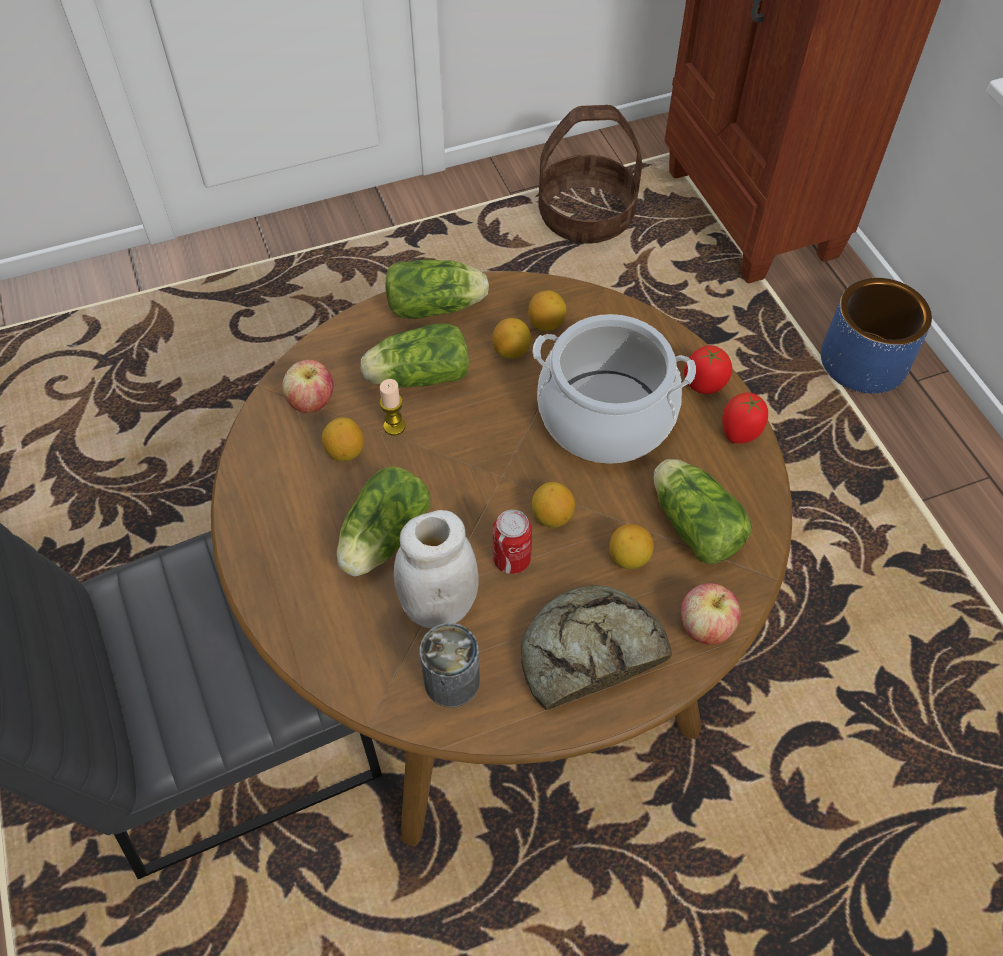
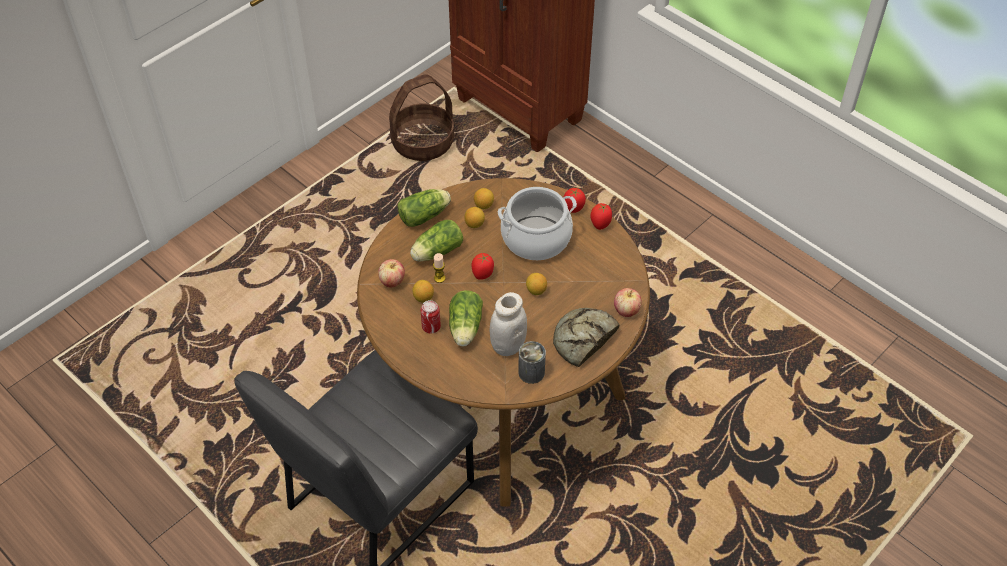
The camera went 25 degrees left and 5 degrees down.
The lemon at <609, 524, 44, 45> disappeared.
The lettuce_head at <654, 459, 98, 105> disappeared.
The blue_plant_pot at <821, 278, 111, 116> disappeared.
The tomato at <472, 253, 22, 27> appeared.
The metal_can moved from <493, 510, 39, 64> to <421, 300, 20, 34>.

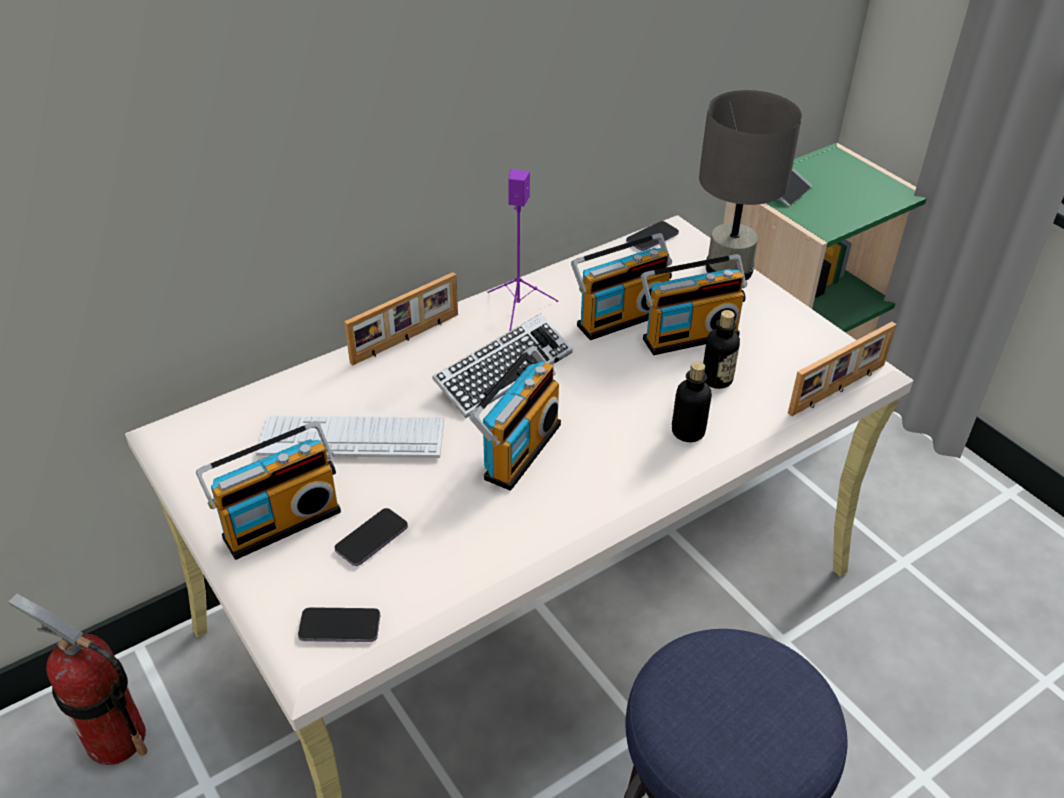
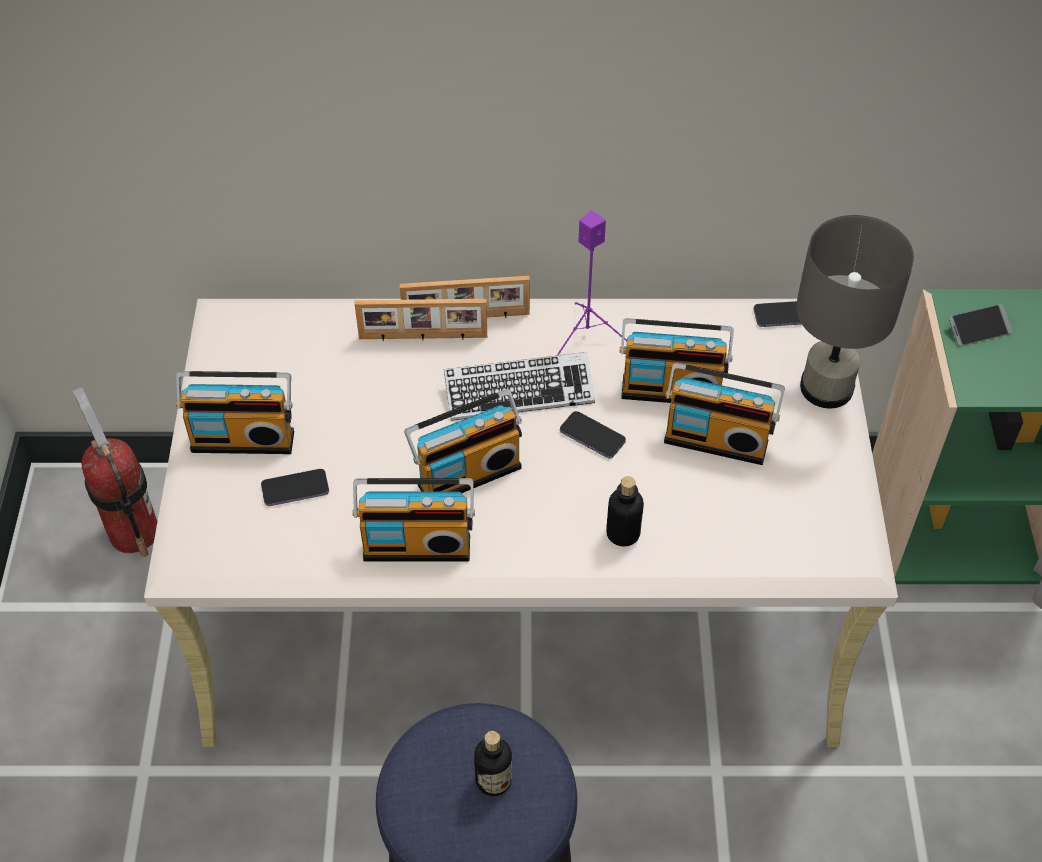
The camera went 35 degrees right and 10 degrees up.
The computer_keyboard at <256, 415, 188, 43> disappeared.
The radio_set at <352, 478, 123, 84> appeared.
The phone moved from <298, 607, 82, 35> to <560, 411, 66, 47>.
The bottle moved from <703, 310, 37, 79> to <474, 731, 38, 65>.
The photo_frame moved from <788, 322, 108, 94> to <355, 299, 132, 42>.

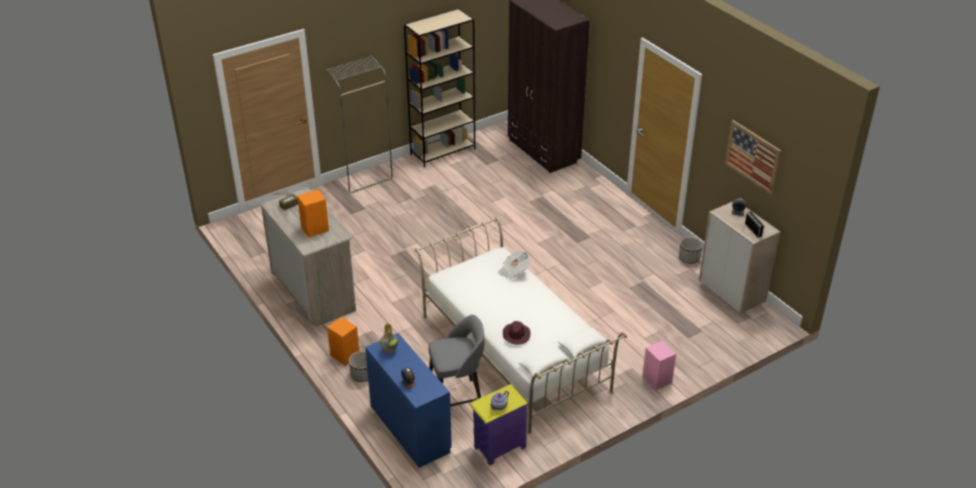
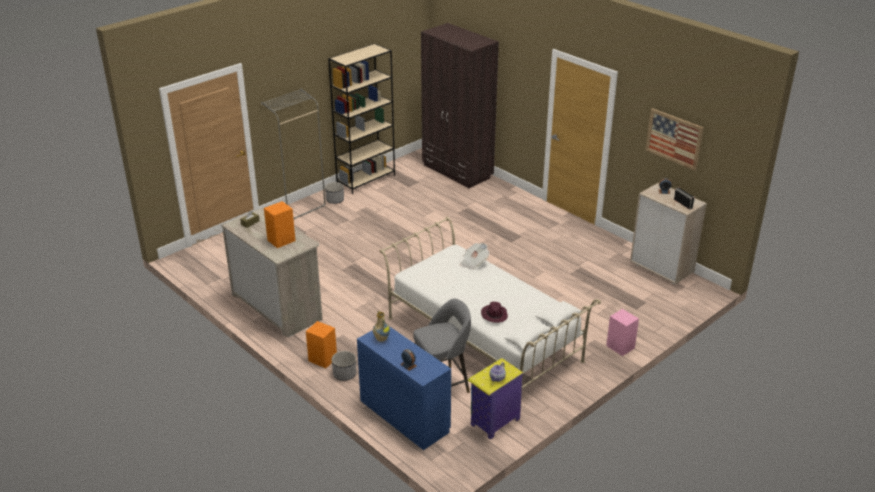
The camera went 10 degrees left and 5 degrees down.
The plant_pot moved from <679, 237, 24, 27> to <325, 182, 19, 22>.

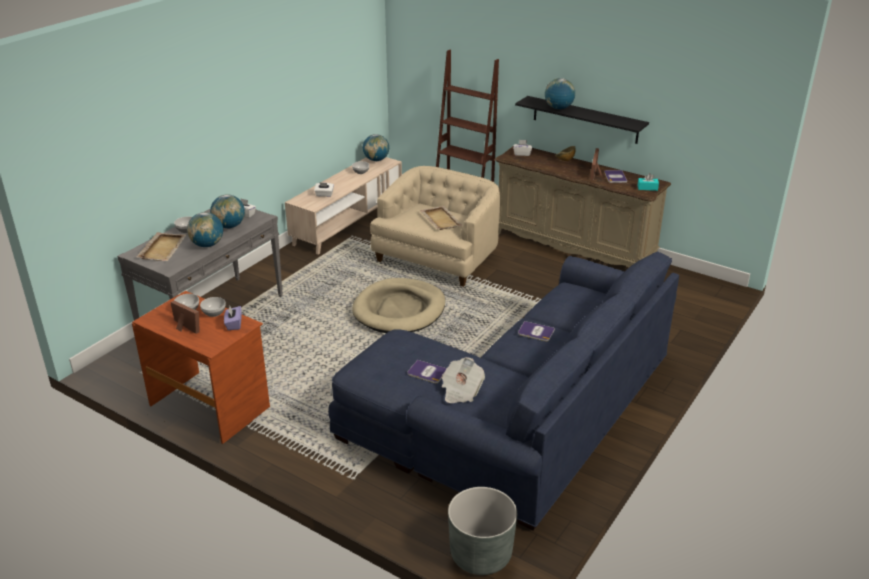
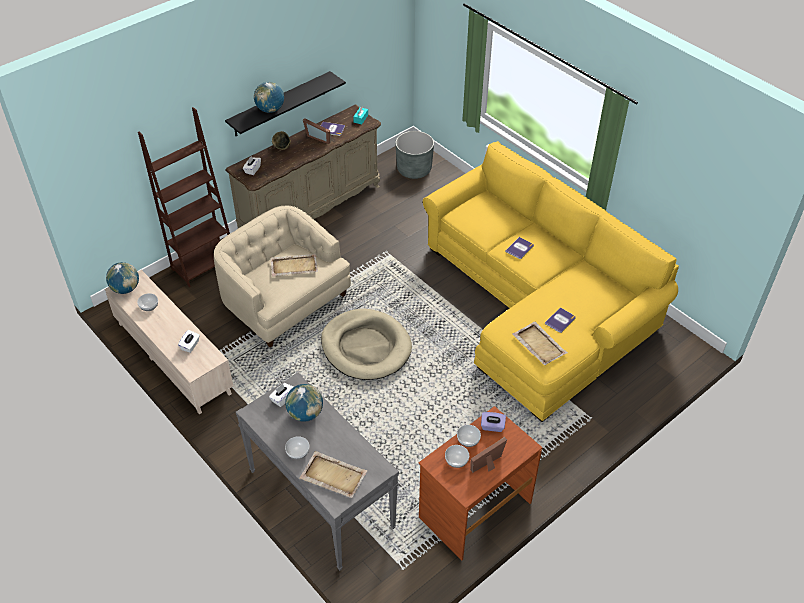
The camera went 75 degrees left and 15 degrees up.
The world_globe at <187, 212, 36, 35> disappeared.
The printed_paper at <442, 357, 43, 46> disappeared.
The beige-coloured_serving_tray at <512, 322, 56, 43> appeared.
The gray_plant_pot moved from <448, 487, 69, 88> to <395, 131, 39, 48>.
The blue_sofa at <328, 251, 351, 280> became the yellowish_sofa at <423, 141, 256, 281>.

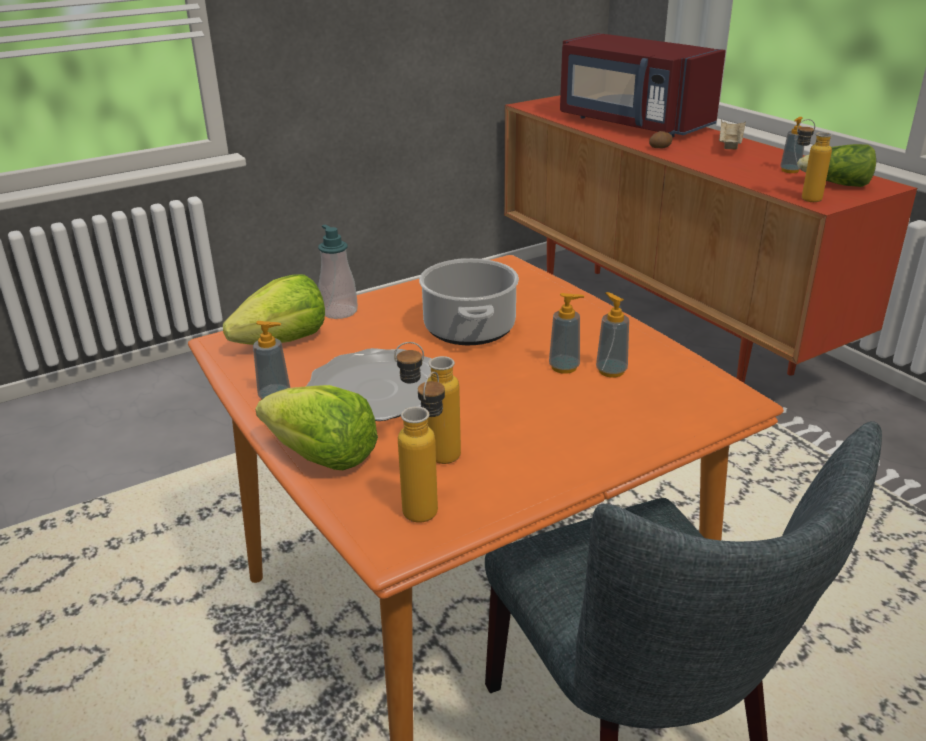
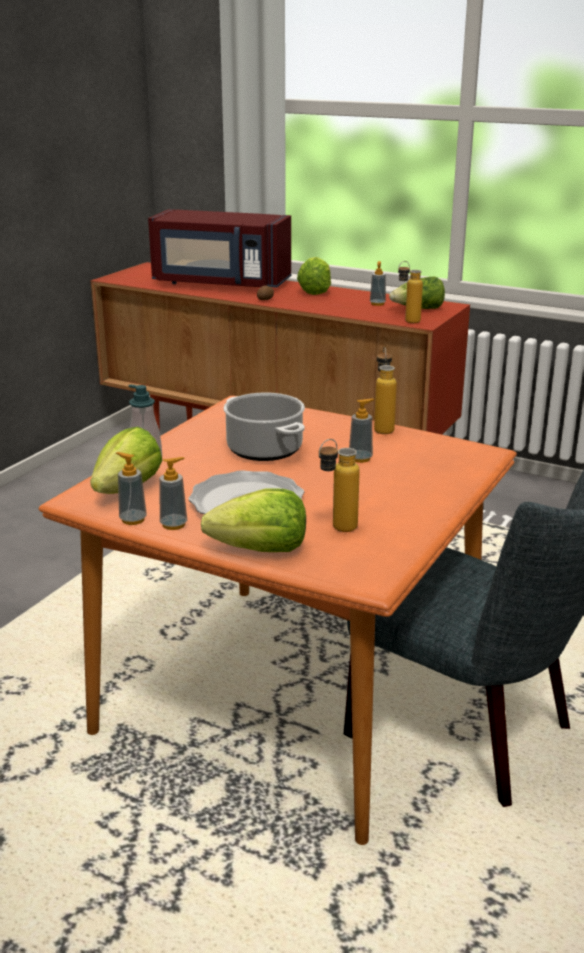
The camera went 30 degrees left and 5 degrees down.
The bottle moved from <398, 372, 47, 151> to <374, 346, 23, 88>.
The soap_bottle moved from <596, 292, 33, 86> to <116, 452, 31, 73>.
The beige-coloured_serving_tray at <719, 120, 27, 29> was replaced by the lettuce_head at <297, 257, 34, 38>.

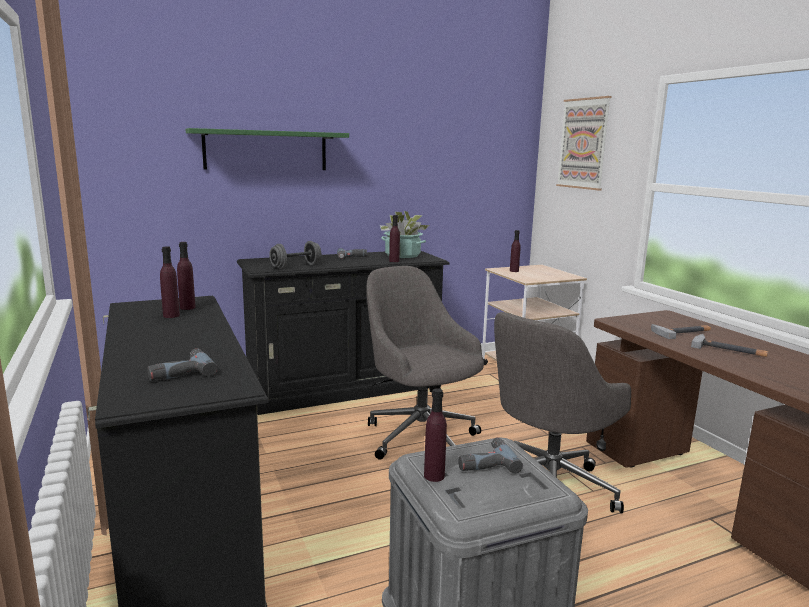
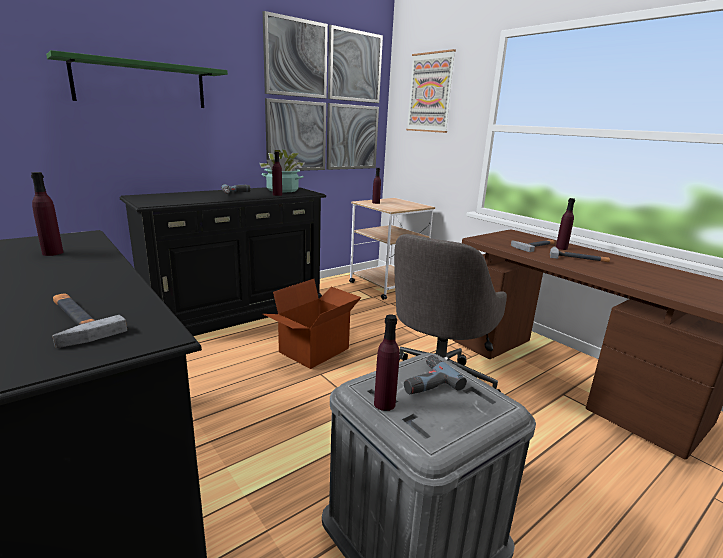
The camera went 15 degrees left and 5 degrees up.
The gray_dumbbell at <269, 241, 52, 28> disappeared.
The wall_picture at <263, 11, 120, 160> appeared.
The purple_bottle moved from <177, 242, 19, 68> to <556, 198, 19, 52>.
The power_drill at <147, 348, 71, 33> was replaced by the tool_hammer at <53, 293, 74, 55>.
The gray_computer_chair at <367, 266, 117, 194> was replaced by the packing_box at <263, 279, 99, 90>.

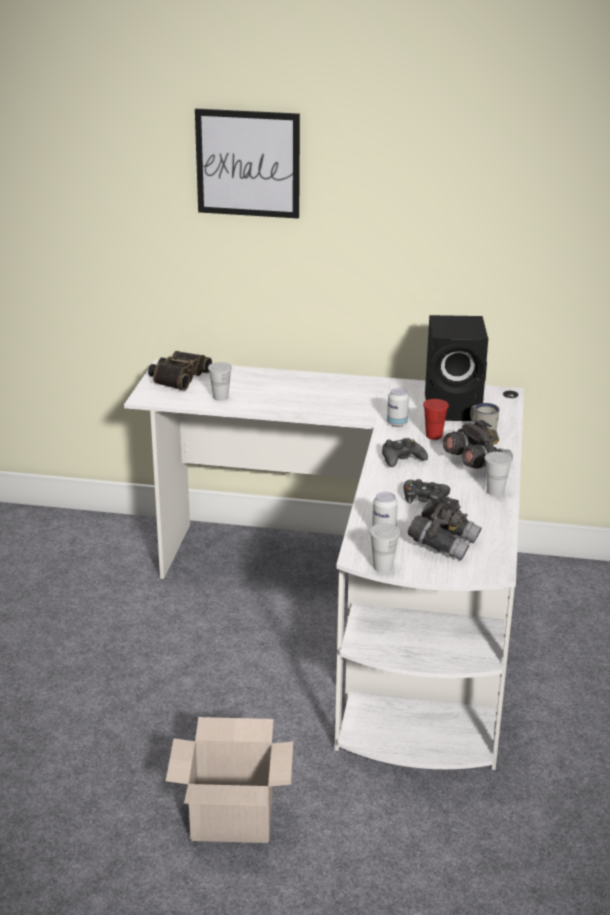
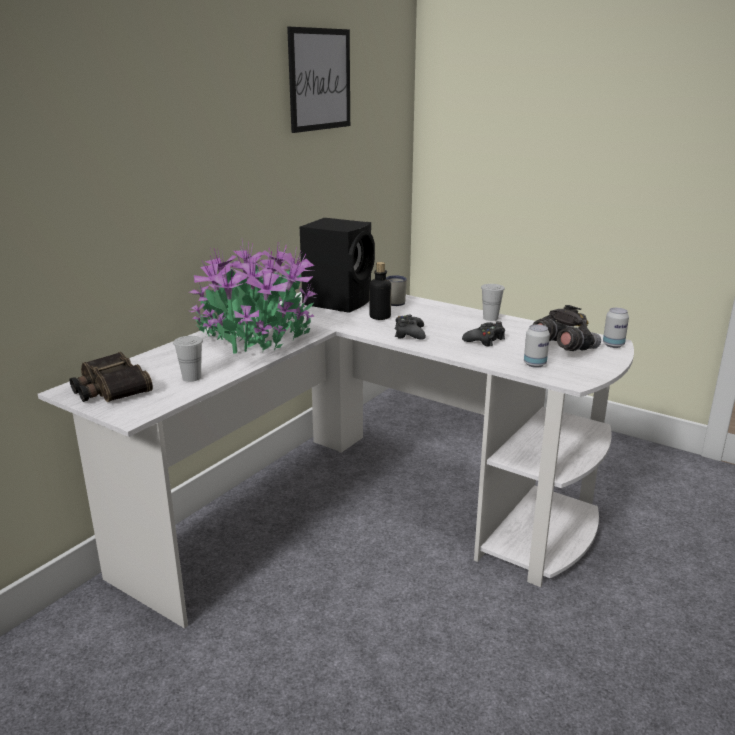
The camera went 65 degrees left and 5 degrees down.
The packing_box at <166, 717, 127, 126> disappeared.
The whitish_cup at <369, 523, 31, 50> disappeared.
The gray_pair_of_binoculars at <443, 420, 70, 49> disappeared.
The plant_in_a_pot at <189, 241, 127, 112> appeared.
The wall_picture moved from <195, 109, 105, 110> to <287, 27, 63, 106>.
The metal_can moved from <387, 388, 22, 39> to <603, 308, 26, 40>.
The red-coloured_cup at <423, 399, 26, 41> was replaced by the bottle at <369, 262, 22, 58>.

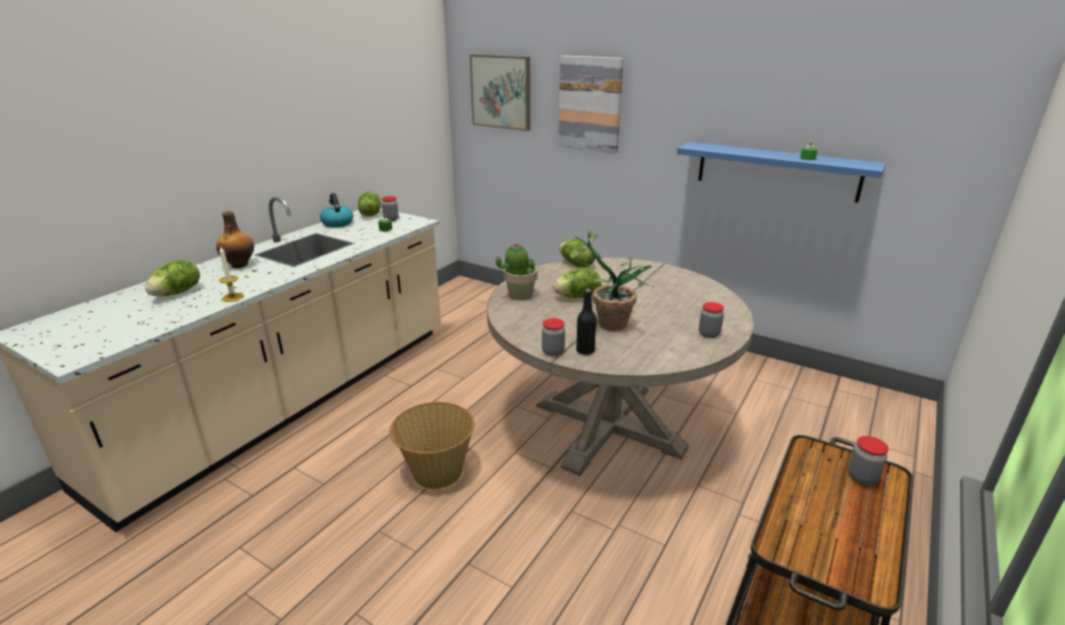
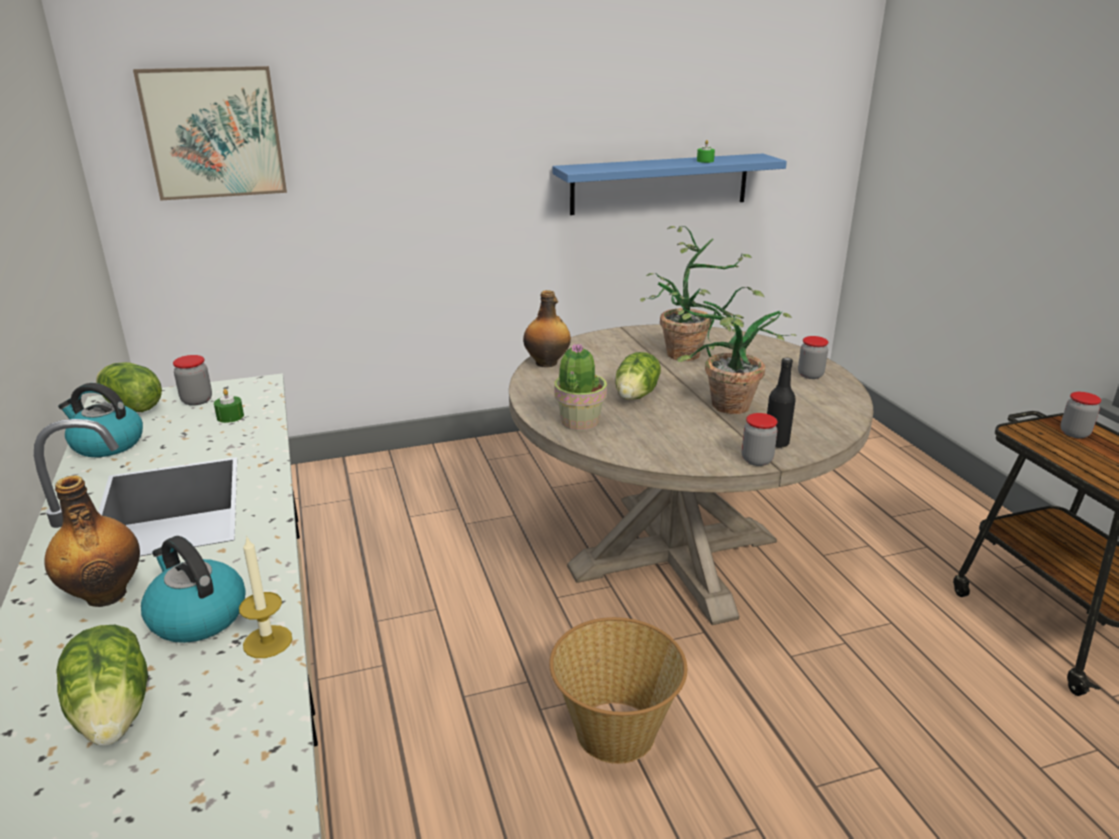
The camera went 50 degrees left and 0 degrees up.
The wall_picture at <559, 55, 65, 98> disappeared.
The tea_kettle at <141, 536, 105, 107> appeared.
The plant_in_a_pot at <640, 226, 113, 135> appeared.
The lettuce_head at <559, 239, 36, 28> was replaced by the bottle at <523, 290, 48, 77>.

